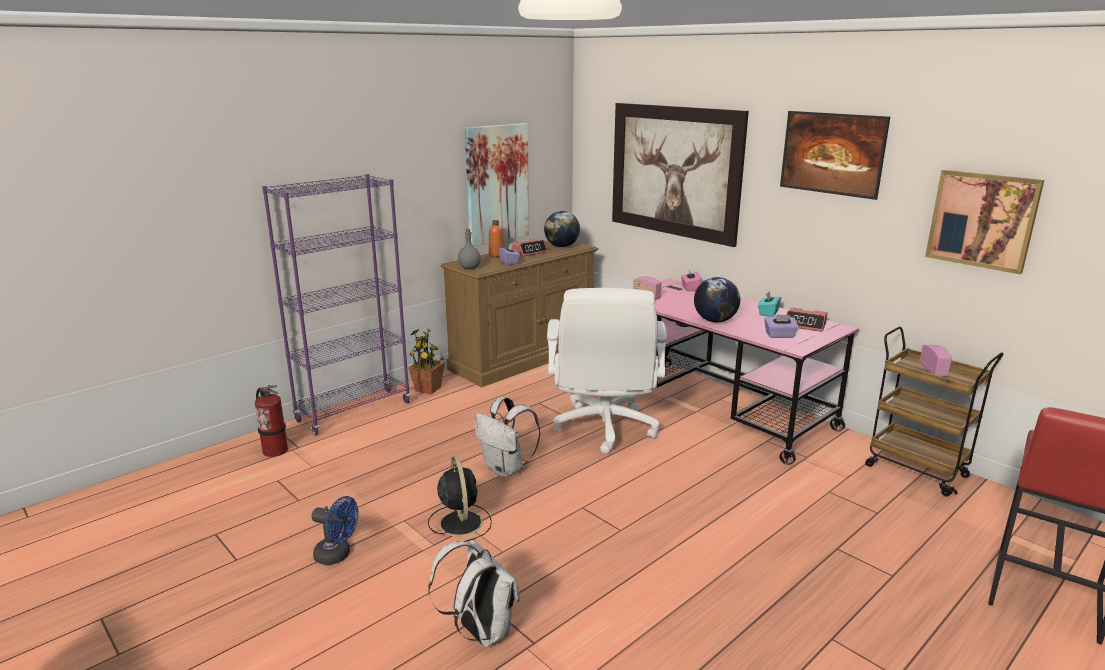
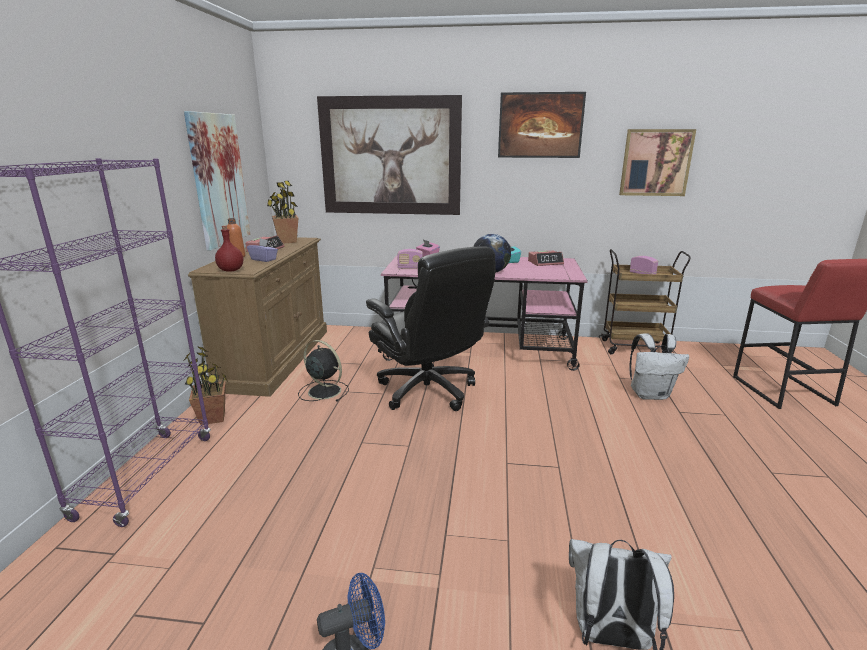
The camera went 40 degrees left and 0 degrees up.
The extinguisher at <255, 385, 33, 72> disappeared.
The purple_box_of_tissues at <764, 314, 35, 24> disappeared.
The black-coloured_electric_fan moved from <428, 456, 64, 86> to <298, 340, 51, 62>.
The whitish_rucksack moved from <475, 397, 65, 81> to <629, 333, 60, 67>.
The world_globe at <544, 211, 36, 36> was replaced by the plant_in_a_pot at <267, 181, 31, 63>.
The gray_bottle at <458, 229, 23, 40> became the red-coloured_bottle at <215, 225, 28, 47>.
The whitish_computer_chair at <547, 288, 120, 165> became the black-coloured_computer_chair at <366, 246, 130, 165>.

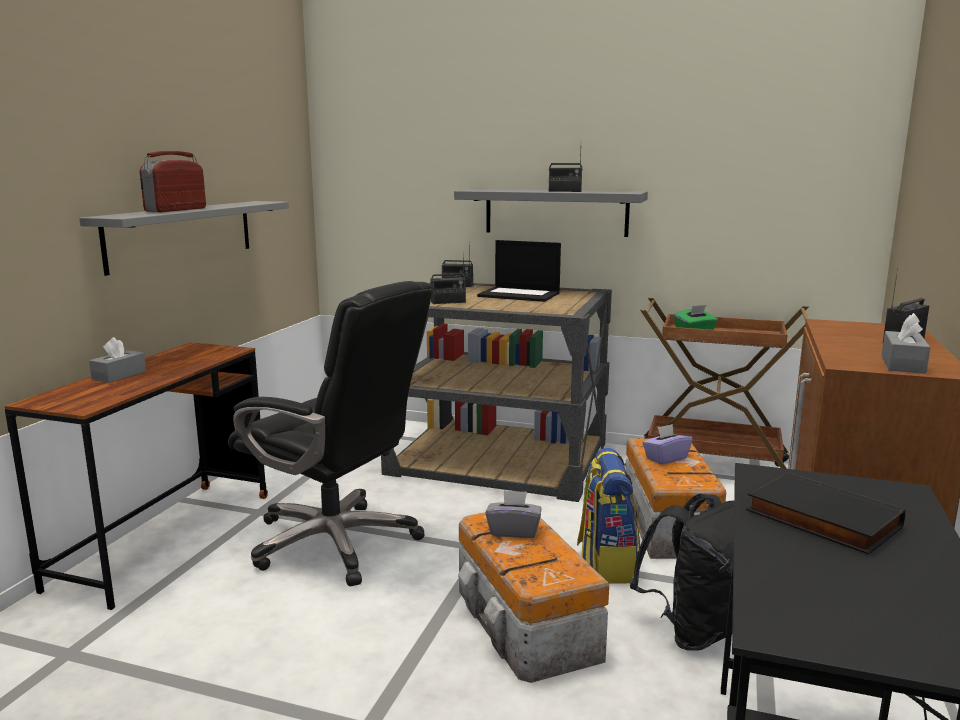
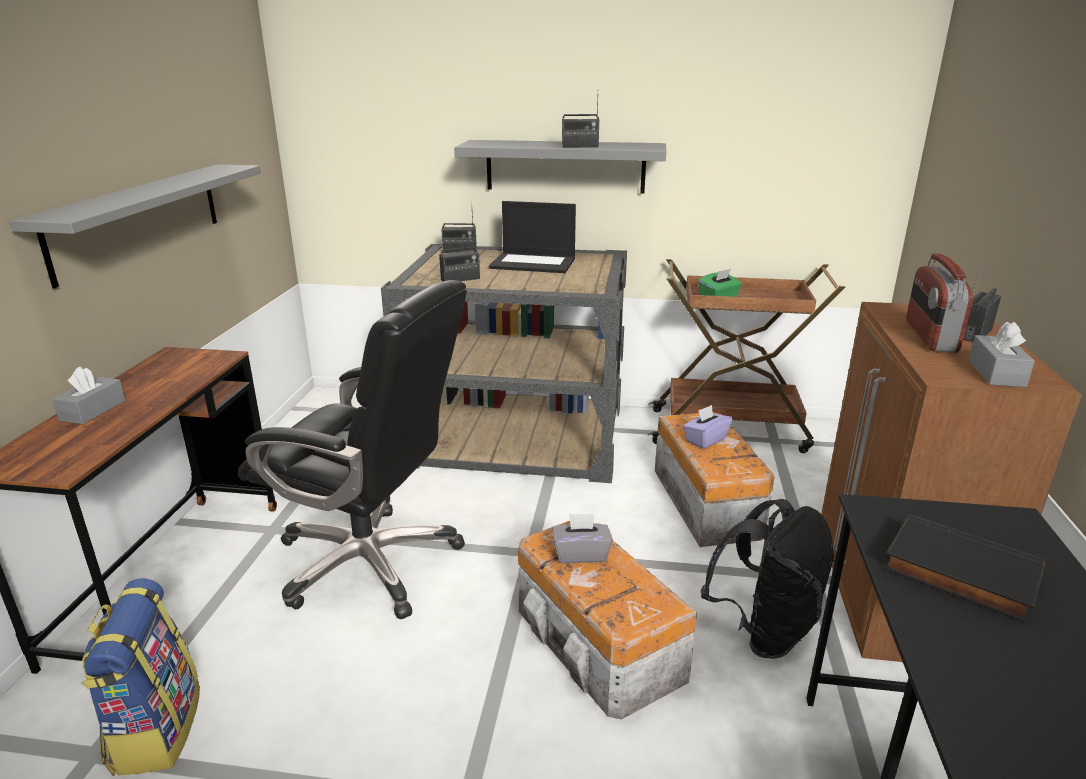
The camera went 10 degrees left and 10 degrees up.
The radio_set moved from <140, 151, 66, 61> to <906, 254, 67, 99>.
The rucksack moved from <577, 448, 63, 136> to <81, 578, 119, 198>.

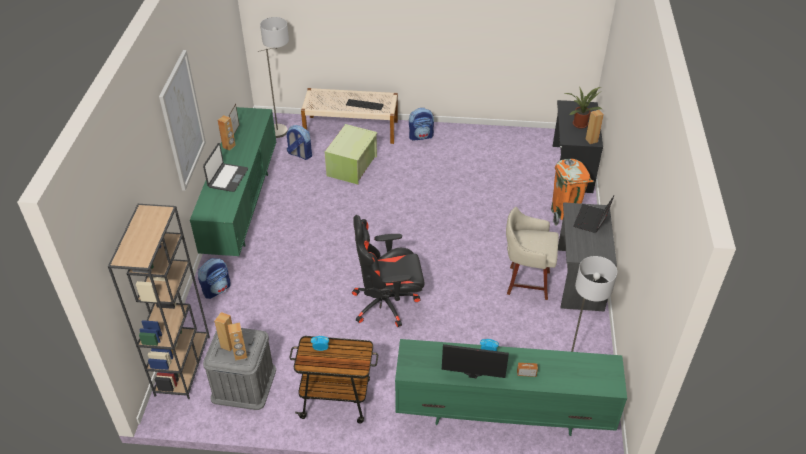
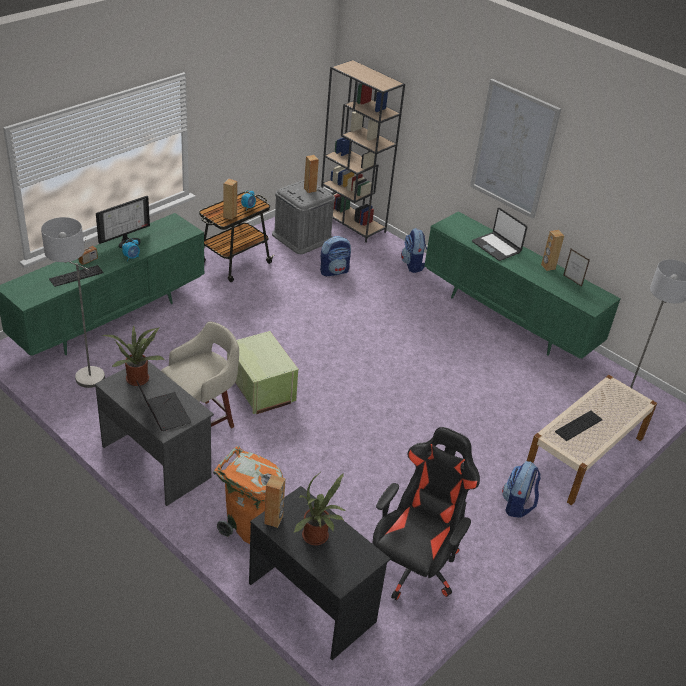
The camera went 125 degrees right and 5 degrees down.
The computer_keyboard at <49, 265, 55, 22> appeared.
The plant_in_a_pot at <101, 325, 64, 61> appeared.
The brownish_audio_speaker moved from <228, 322, 19, 39> to <223, 179, 15, 41>.
The rucksack moved from <286, 125, 26, 35> to <320, 236, 31, 40>.
The greenish_storage_container moved from <324, 124, 54, 61> to <227, 331, 72, 83>.
The black-coloured_computer_chair moved from <352, 215, 72, 112> to <373, 427, 107, 173>.

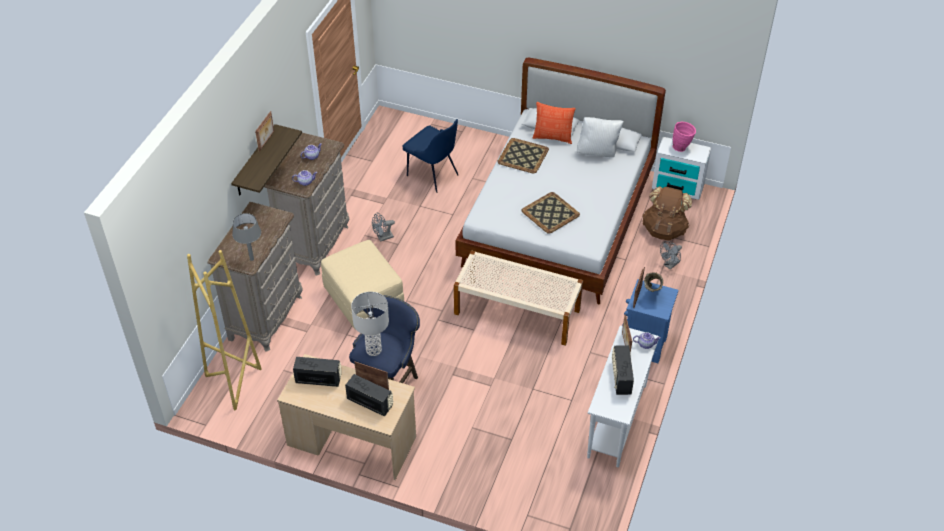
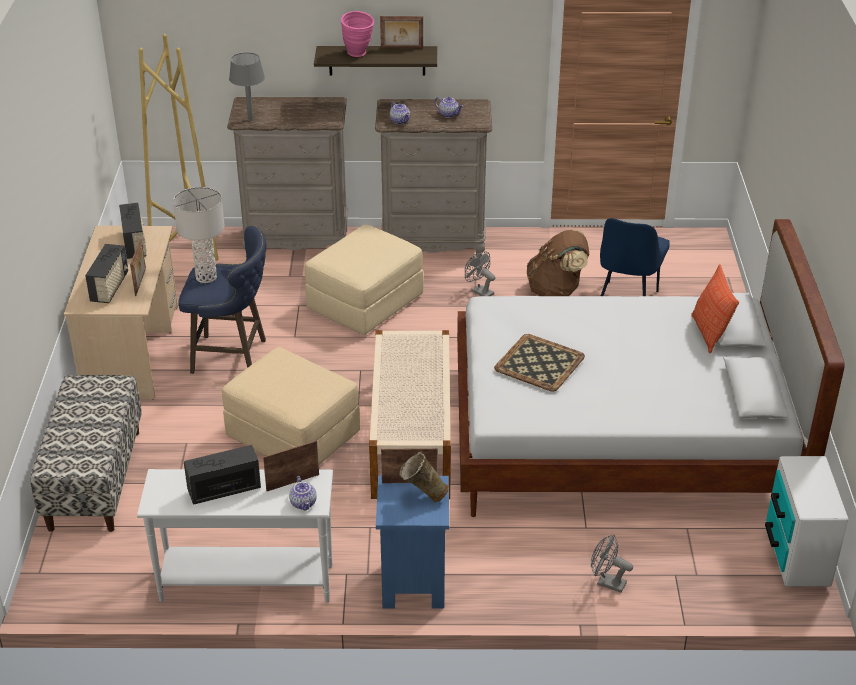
The camera went 70 degrees right and 10 degrees down.
The serving_tray at <497, 138, 52, 36> disappeared.
The whitish_pillow at <577, 117, 47, 40> disappeared.
The long_seat at <30, 375, 112, 157> appeared.
The beige-coloured_footrest at <222, 347, 138, 118> appeared.
The brownish_rucksack moved from <643, 186, 49, 55> to <527, 230, 62, 66>.
The pink-coloured_vase moved from <673, 122, 23, 30> to <341, 11, 33, 46>.

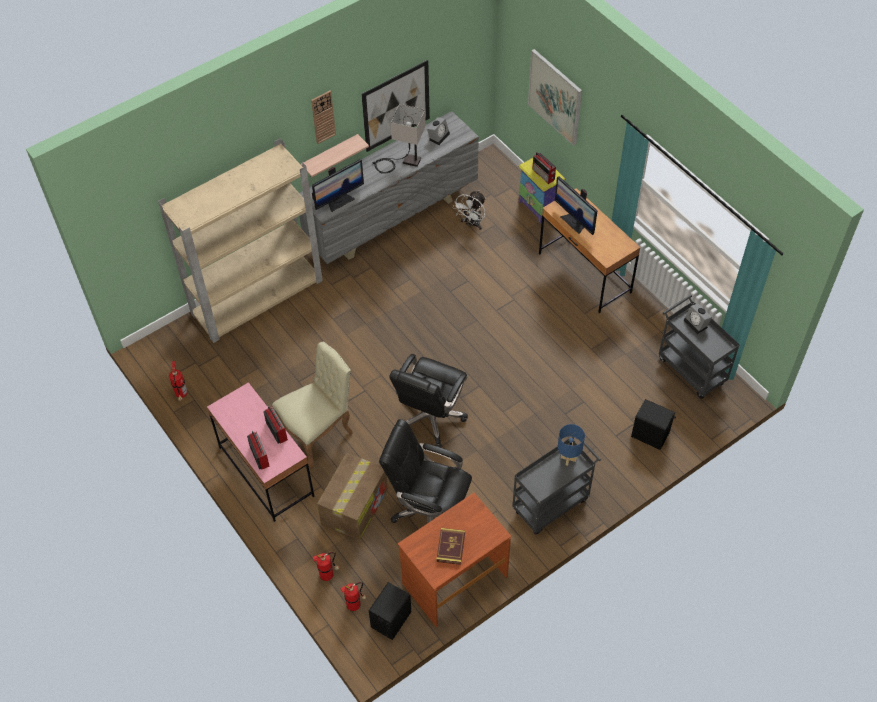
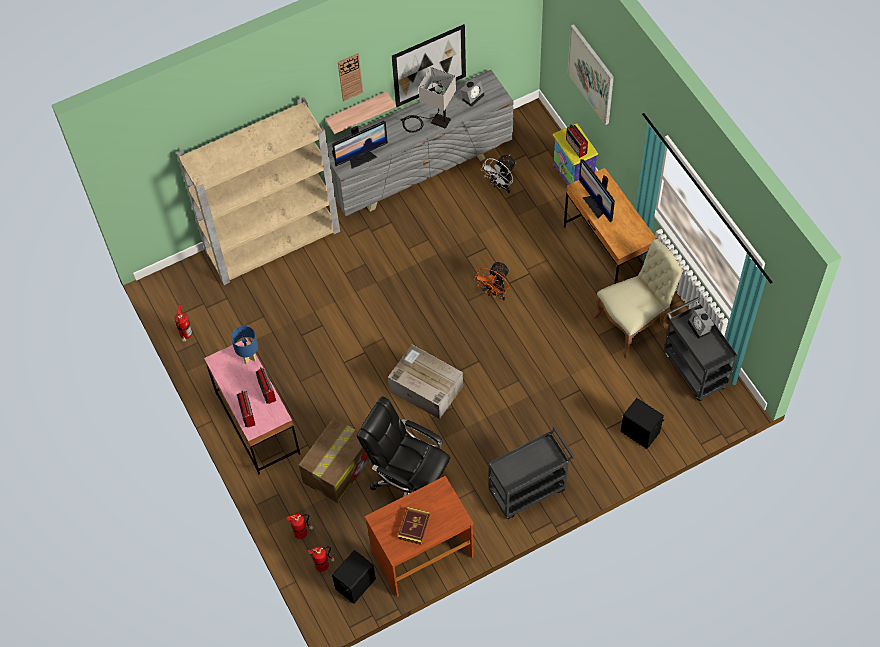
The camera went 10 degrees right and 5 degrees up.
The orange_electric_fan at <474, 261, 36, 39> appeared.
The beige-coloured_chair moved from <272, 341, 81, 128> to <593, 239, 90, 119>.
The blue_lamp_for_a_table moved from <558, 424, 27, 42> to <231, 326, 27, 38>.
The black-coloured_computer_chair at <389, 354, 79, 94> was replaced by the packing_box at <388, 345, 75, 74>.

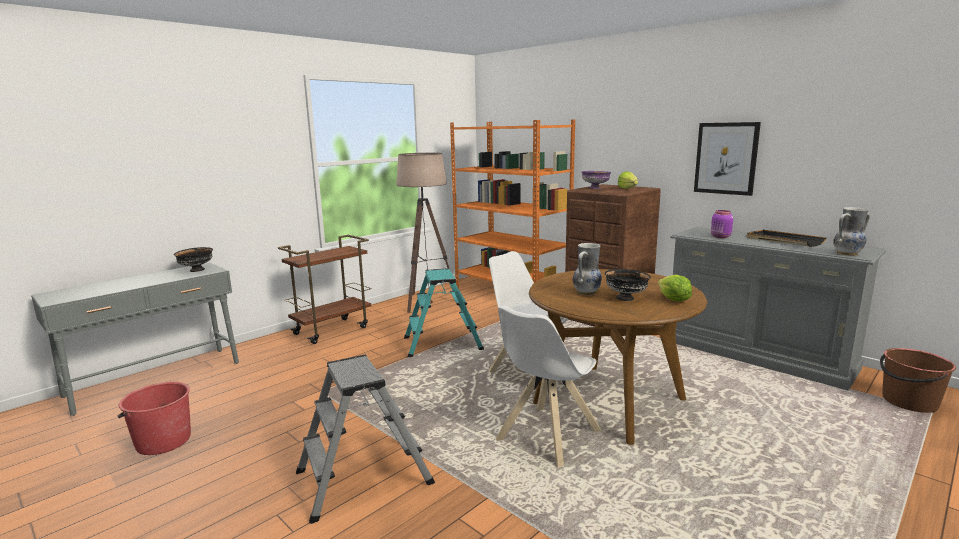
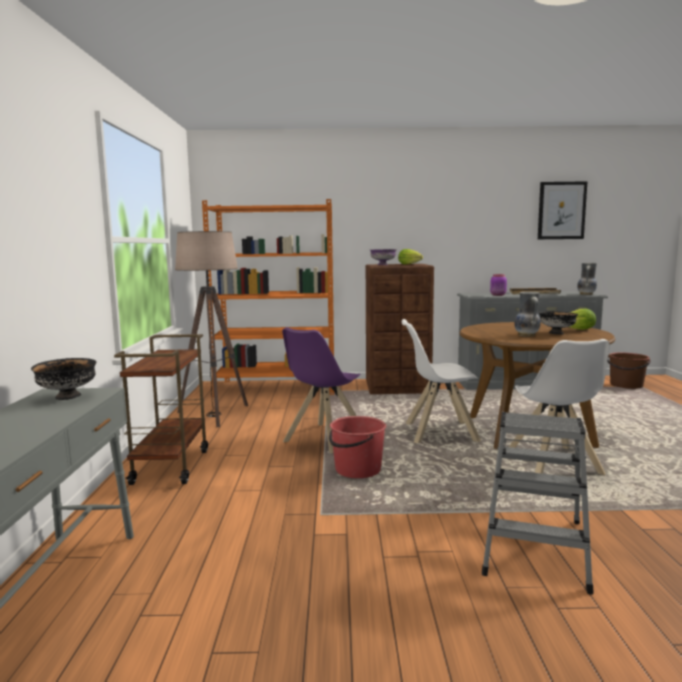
The camera went 45 degrees left and 5 degrees down.
The red-coloured_pail moved from <118, 382, 73, 73> to <329, 416, 57, 62>.
The wall_picture moved from <694, 122, 67, 74> to <538, 181, 49, 58>.
The turquoise_step_stool at <404, 268, 80, 90> was replaced by the purple_chair at <282, 327, 78, 126>.

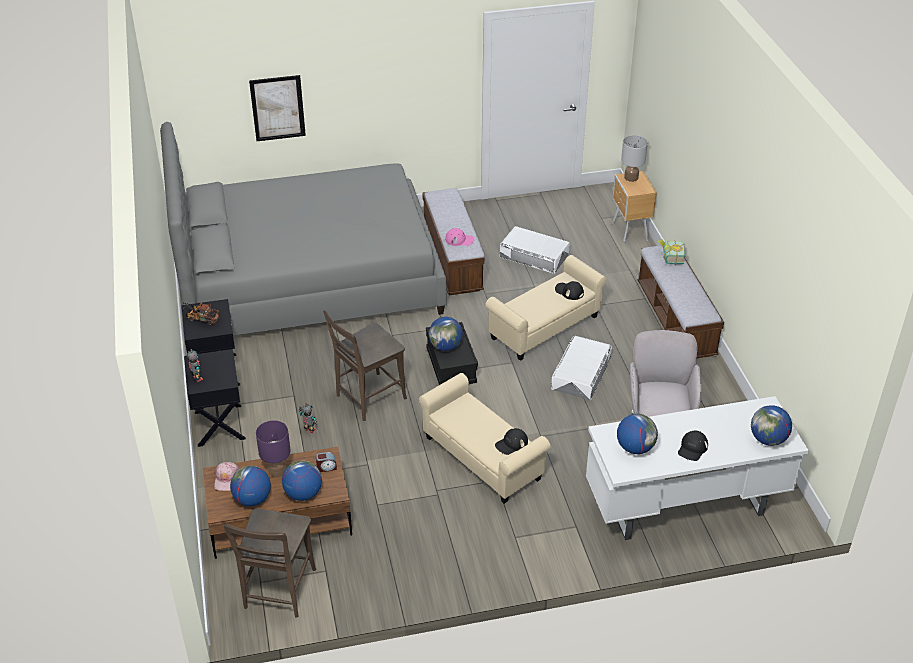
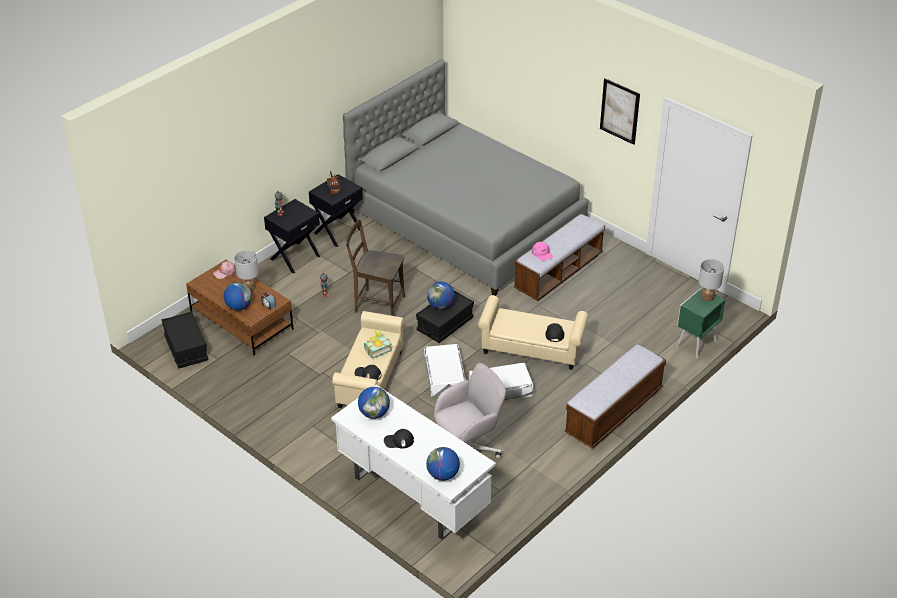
The camera went 55 degrees right and 0 degrees up.
The world_globe at <230, 466, 41, 40> disappeared.
The wall_picture moved from <249, 75, 57, 66> to <600, 78, 40, 67>.
The whitish_storage_container moved from <500, 226, 70, 48> to <424, 344, 42, 52>.
The volume moved from <658, 239, 27, 26> to <364, 330, 28, 28>.
The brownish_chair at <224, 509, 92, 108> was replaced by the black-coloured_storage_container at <161, 311, 47, 57>.
The purple_lamp_for_a_table at <256, 420, 35, 57> became the gray_lamp_for_a_table at <234, 250, 25, 41>.
The brownish_night_table at <612, 171, 45, 73> became the greenish_night_table at <676, 287, 50, 71>.

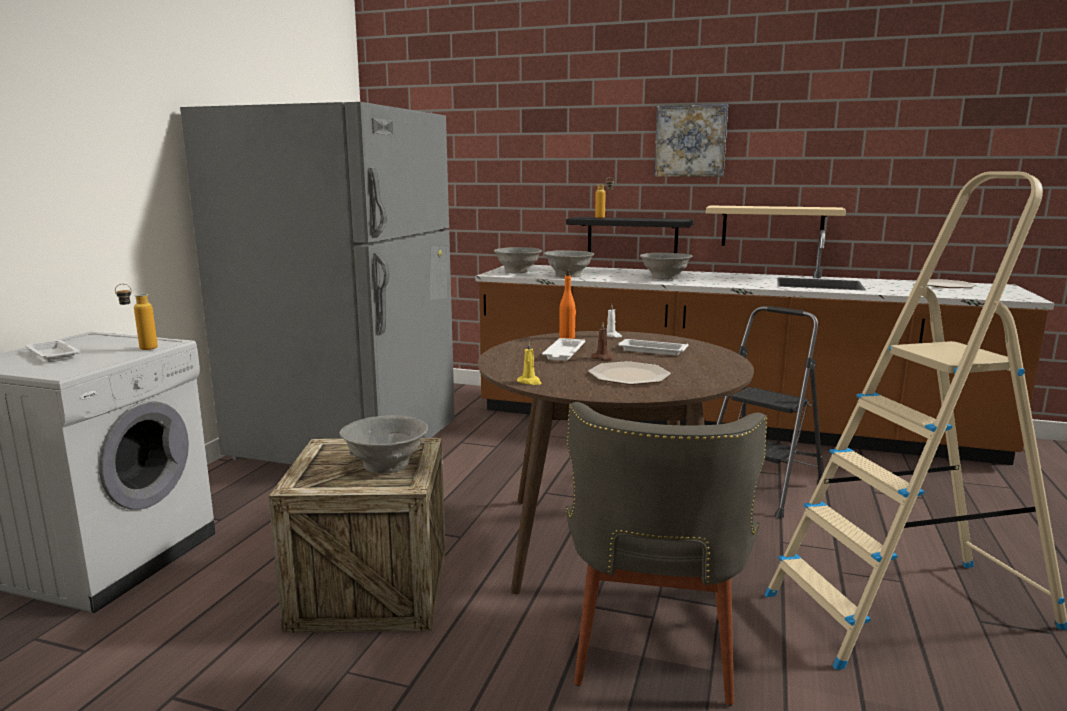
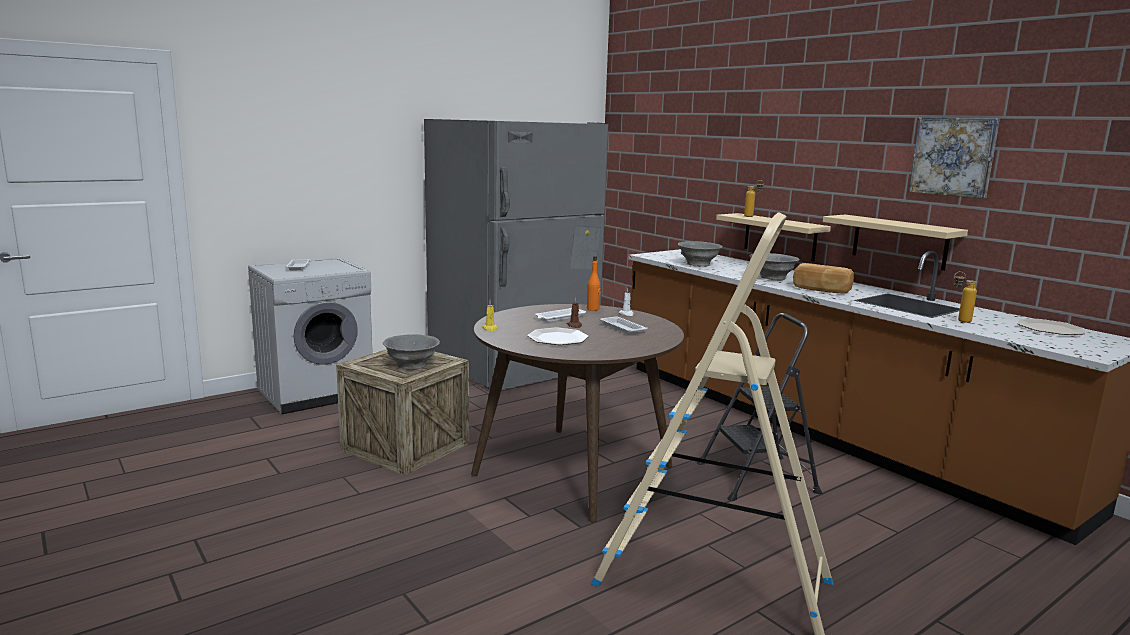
The camera went 35 degrees right and 0 degrees up.
The gray_serving_bowl at <494, 247, 48, 27> disappeared.
The gray_chair at <566, 402, 201, 304> disappeared.
The bread at <793, 263, 61, 30> appeared.
The bottle moved from <115, 284, 43, 66> to <954, 271, 23, 52>.
The wall_picture moved from <654, 104, 74, 73> to <909, 117, 91, 82>.
The black-coloured_bracket_shelf at <566, 217, 128, 36> became the beige-coloured_bracket_shelf at <716, 213, 115, 48>.

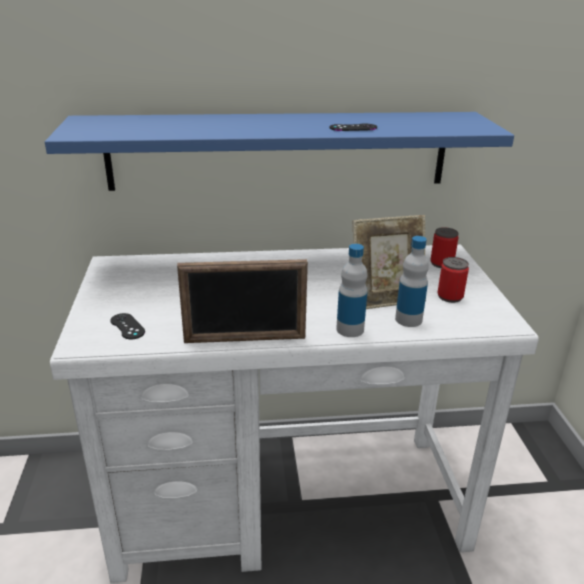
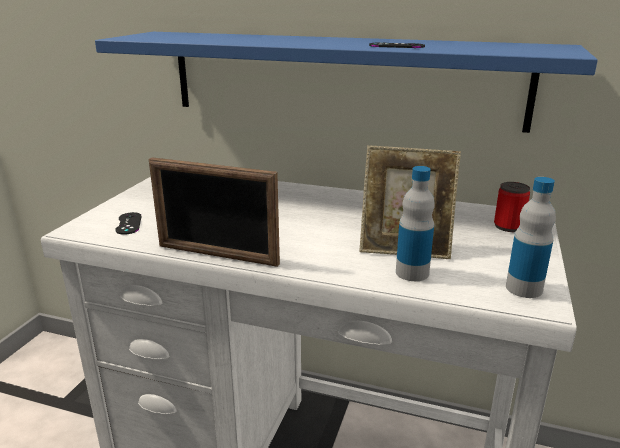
The camera went 25 degrees right and 5 degrees down.
The metal_can at <437, 257, 32, 46> disappeared.
The bottle moved from <336, 244, 32, 93> to <506, 177, 50, 121>.

